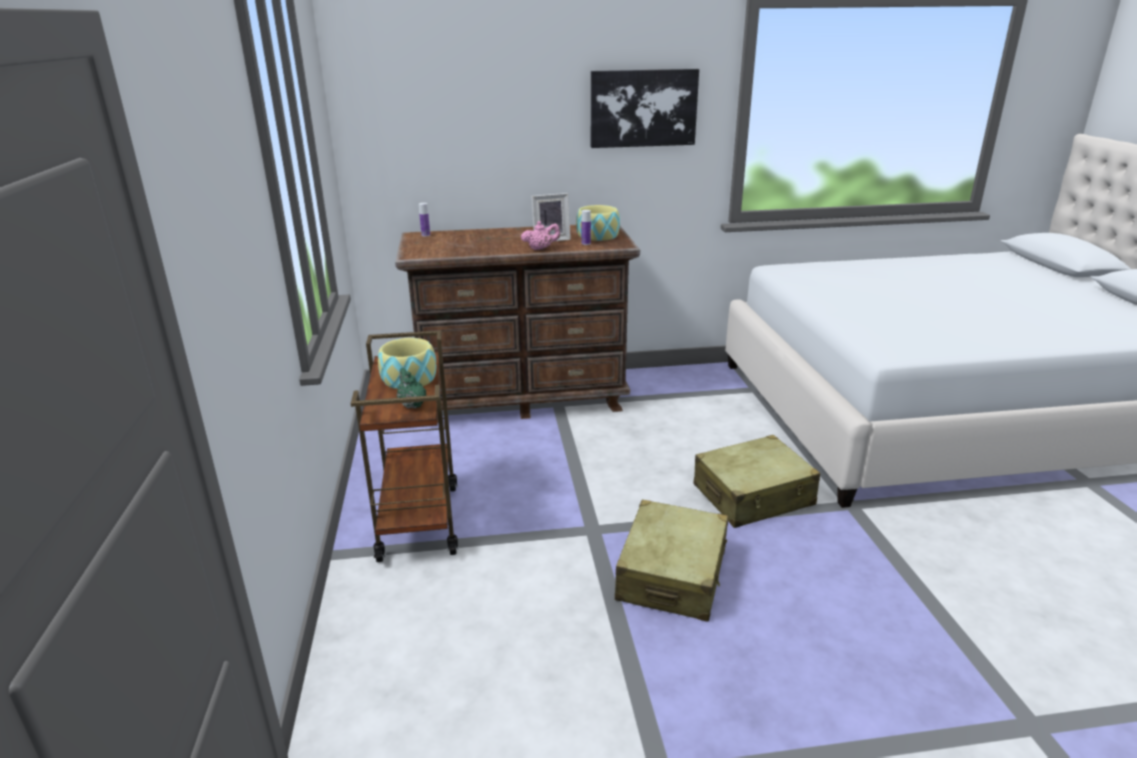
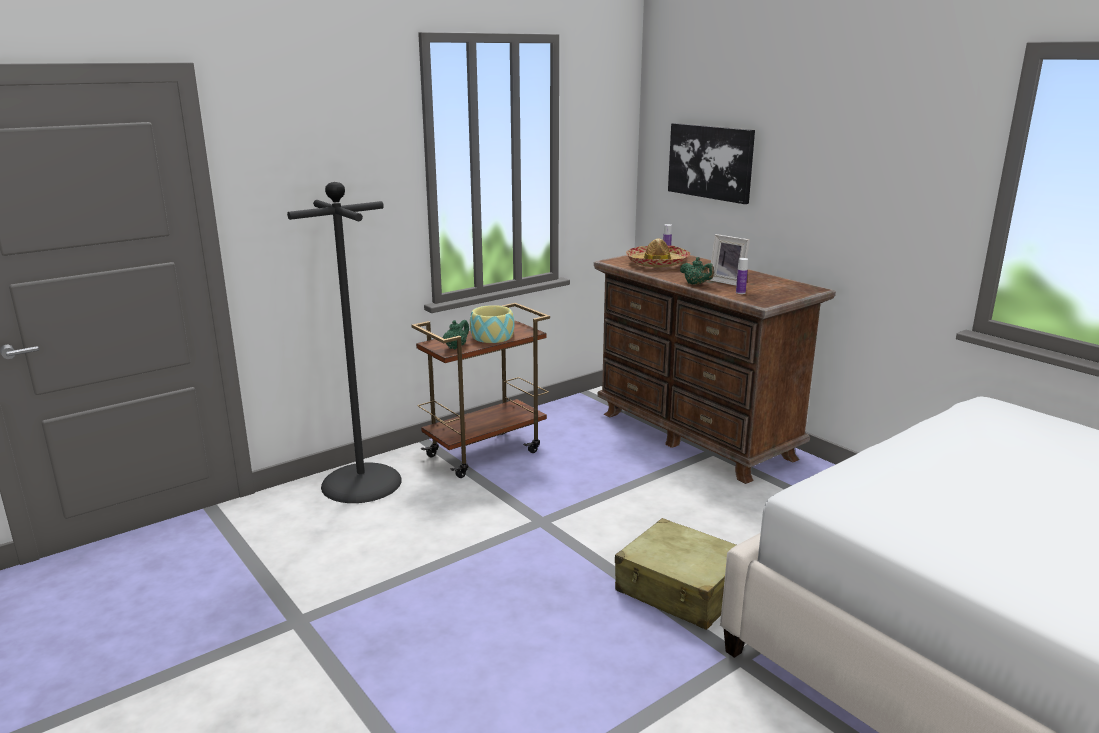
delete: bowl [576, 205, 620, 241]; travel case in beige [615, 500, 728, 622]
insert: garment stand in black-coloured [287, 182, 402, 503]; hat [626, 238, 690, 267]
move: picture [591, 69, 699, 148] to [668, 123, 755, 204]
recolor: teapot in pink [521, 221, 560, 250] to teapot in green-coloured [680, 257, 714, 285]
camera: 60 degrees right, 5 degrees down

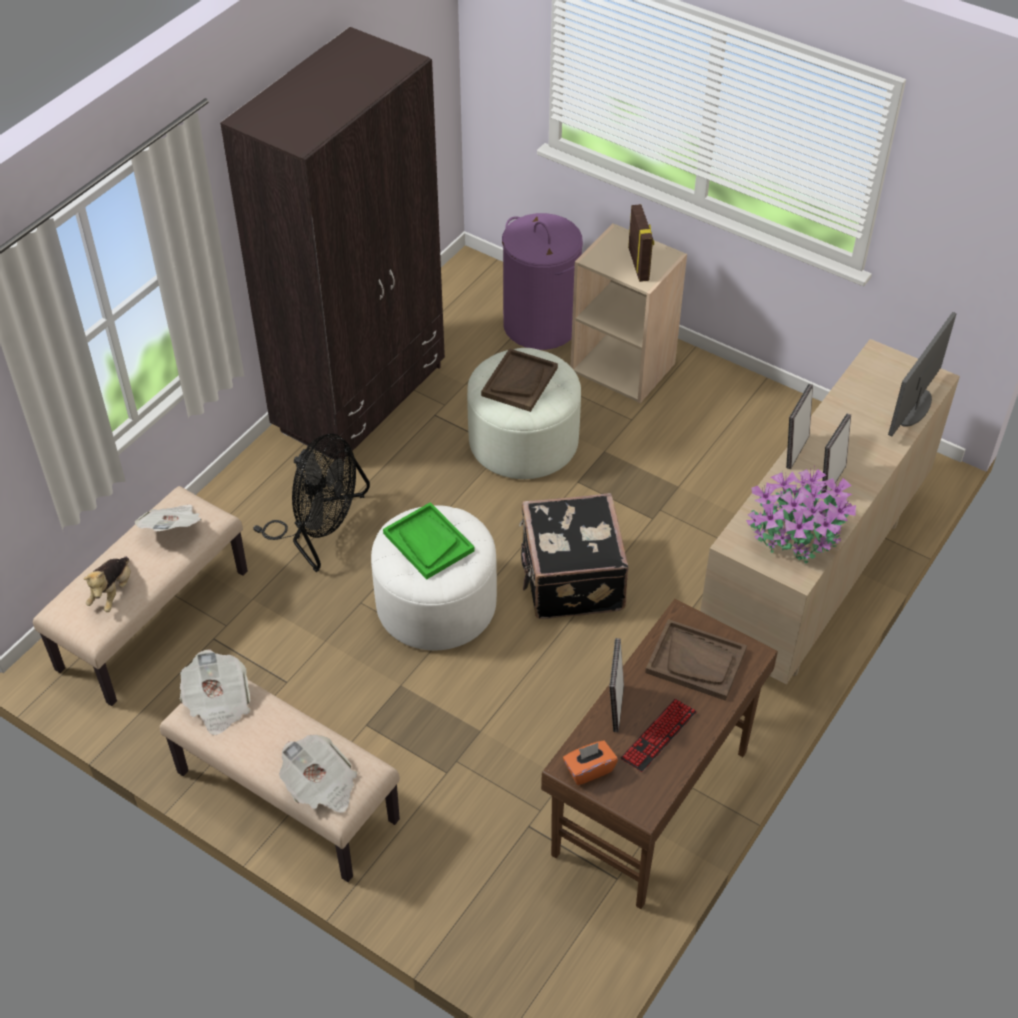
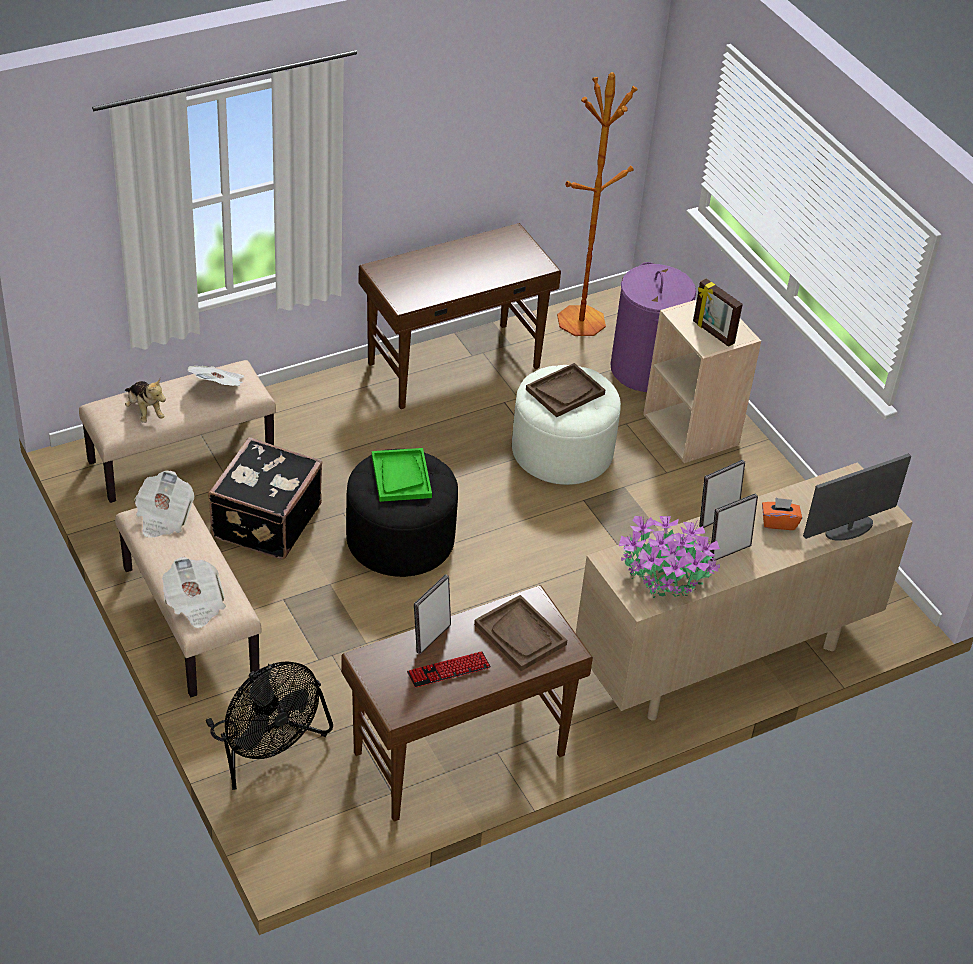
insert: garment stand in orange-coloured [557, 72, 638, 336]
move: fan in black-coloured [253, 433, 370, 572] to [206, 662, 333, 790]; travel case in black-coloured [519, 493, 629, 619] to [208, 437, 322, 559]; tissue box in orange-coloured [563, 740, 618, 785] to [762, 498, 802, 530]
replace: armoire in brown-coloured [220, 27, 445, 463] to hall table in brown-coloured [358, 223, 561, 409]
recolor: ottoman in whitish [371, 505, 497, 650] to ottoman in black-coloured [346, 449, 458, 577]
rotate: soft toy [83, 556, 131, 612] = [125, 379, 166, 423] 75 degrees counterclockwise; standing frame [628, 204, 654, 282] = [693, 279, 743, 347] 120 degrees clockwise
camera: 25 degrees right, 5 degrees down

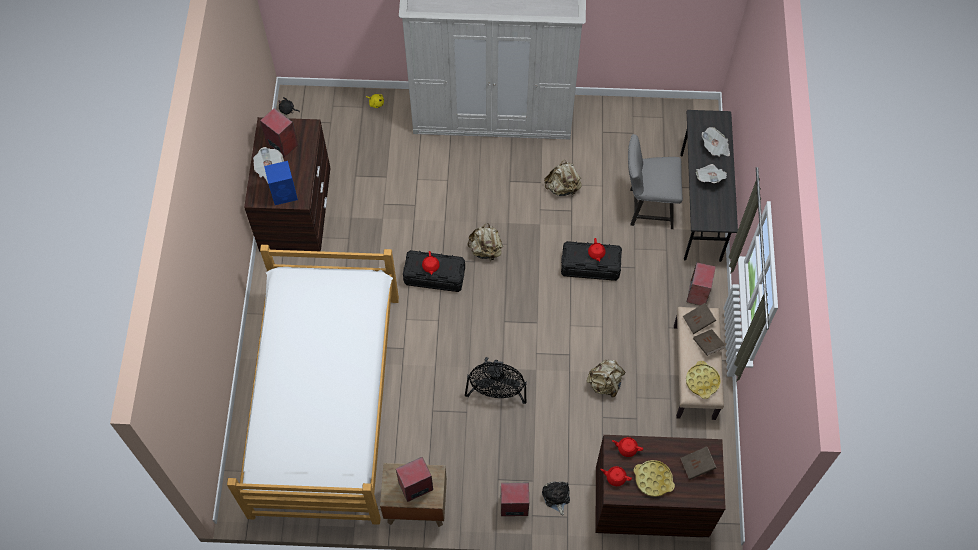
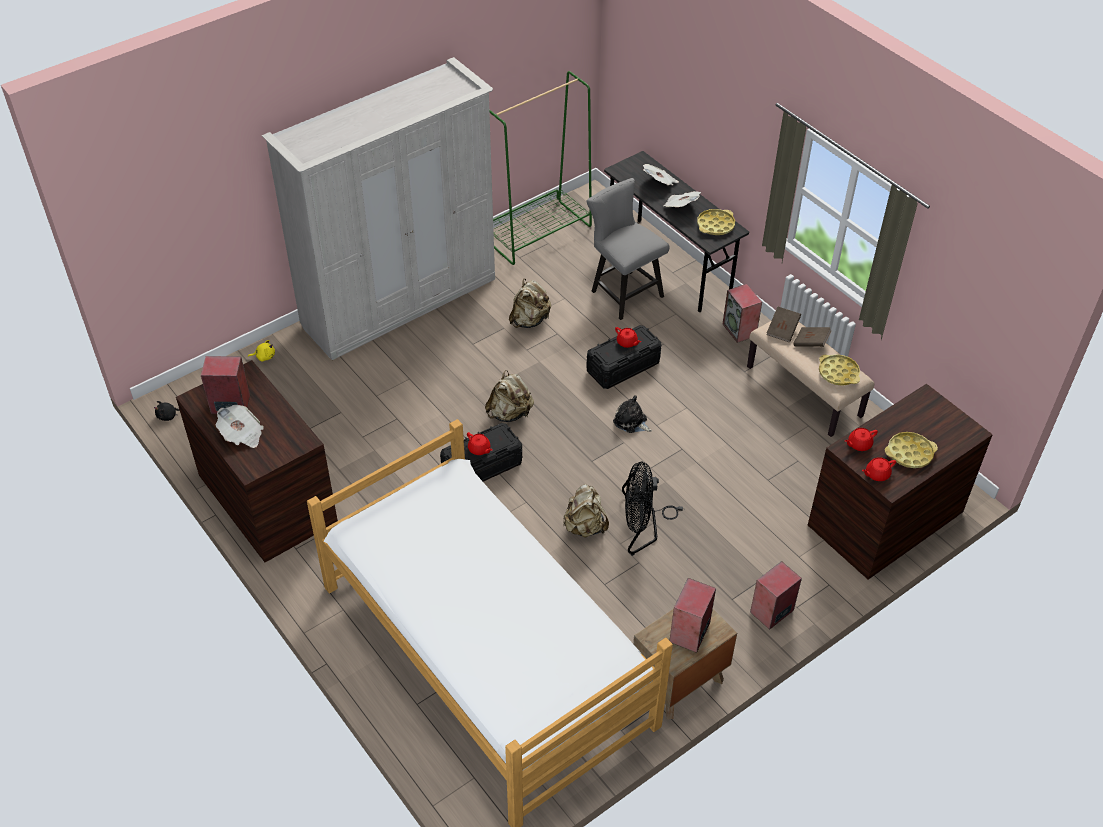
delete: loudspeaker in blue [264, 161, 298, 205]; book in brown-coloured [681, 446, 716, 480]
insert: garment stand in green-coloured [489, 71, 592, 265]; serving tray in yellow-coloured [697, 209, 735, 235]
move: soft toy [542, 482, 570, 515] to [613, 395, 652, 433]; backpack in beige [587, 360, 626, 397] to [563, 484, 609, 538]
rotate: fan in black-coloured [465, 357, 527, 404] = [622, 461, 684, 556] 120 degrees clockwise; chair in greyish [628, 134, 683, 229] = [586, 178, 669, 320] 90 degrees clockwise
camera: 40 degrees left, 15 degrees down

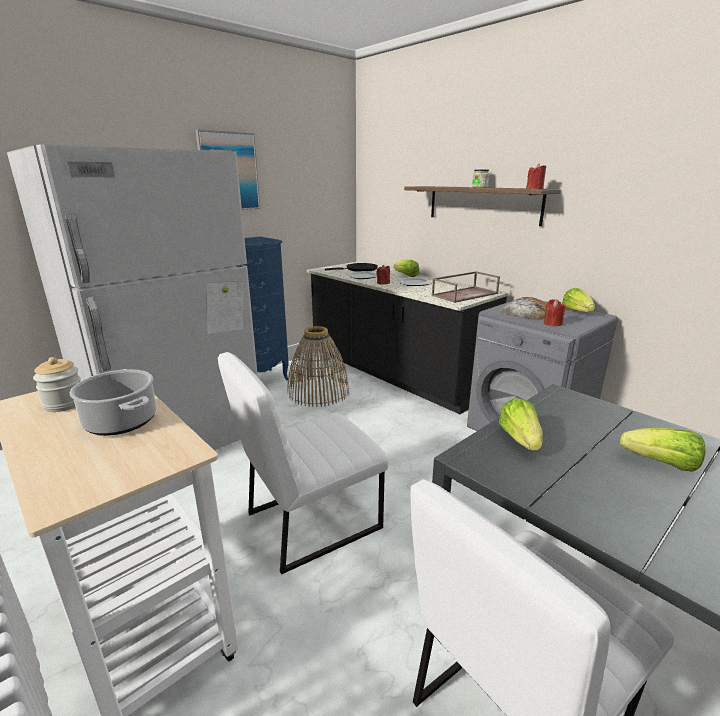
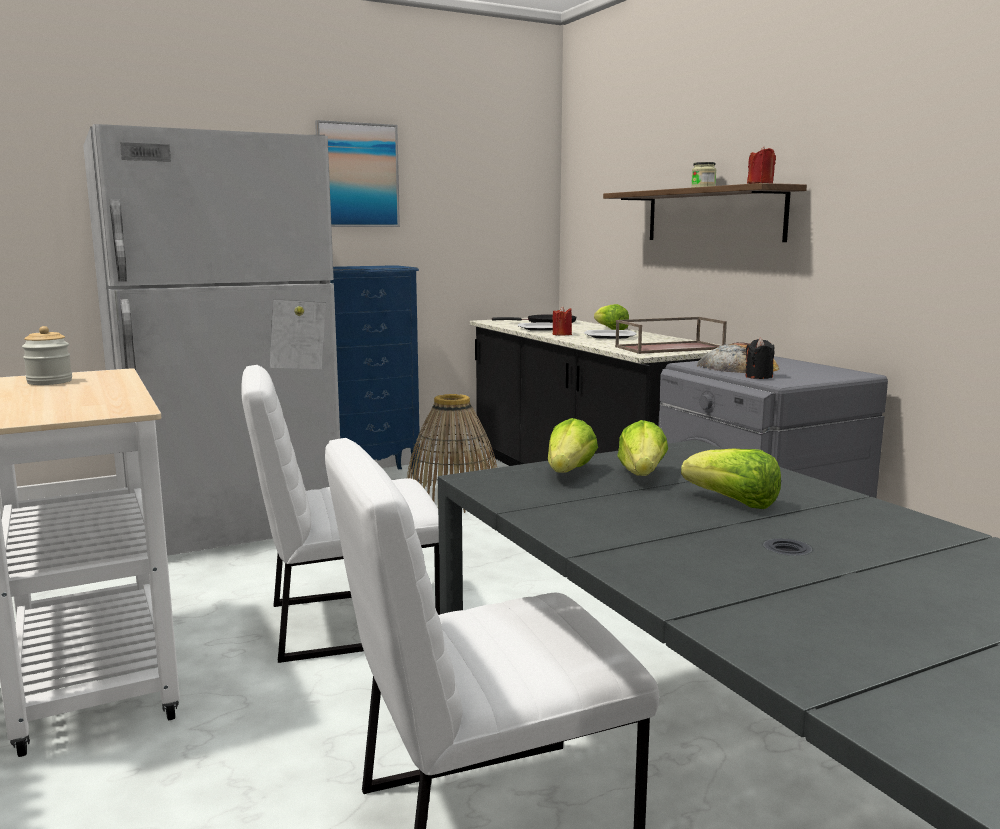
delete: cooking pot [70, 369, 157, 436]
move: lettuce head [562, 288, 595, 312] to [617, 420, 668, 476]
recolor: candle in red-coloured [544, 299, 565, 326] to candle in black-coloured [745, 338, 774, 379]
camera: 15 degrees right, 10 degrees down

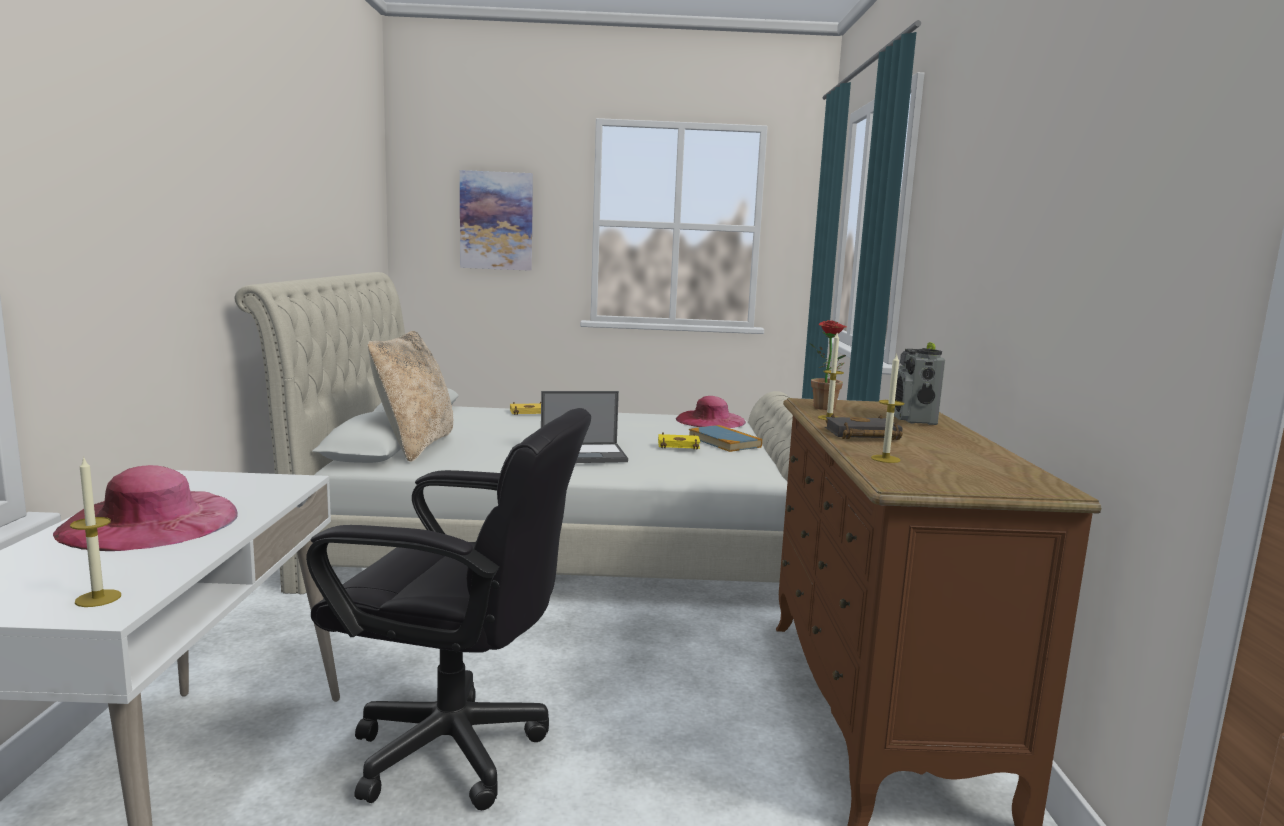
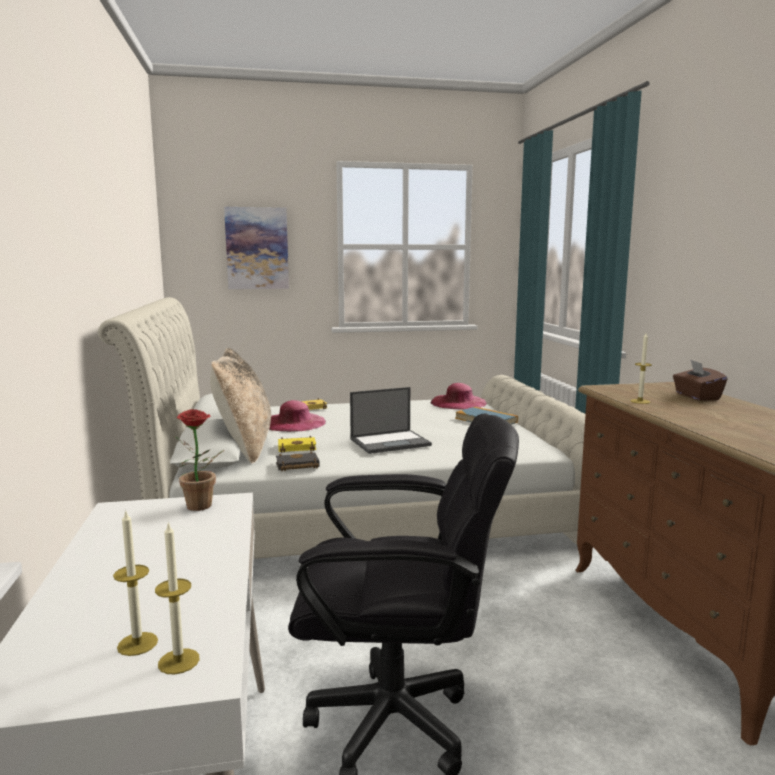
move: hat in pink [53, 465, 238, 551] to [269, 400, 326, 432]; book in yellow-coloured [658, 433, 700, 450] to [278, 435, 316, 453]; potted plant [810, 320, 847, 410] to [174, 409, 224, 511]; book in black-coloured [825, 414, 903, 440] to [276, 451, 320, 471]; candle [871, 354, 904, 463] to [113, 510, 158, 656]
replace: radio [894, 342, 945, 425] to tissue box in brown-coloured [673, 360, 727, 401]
camera: 10 degrees left, 0 degrees up

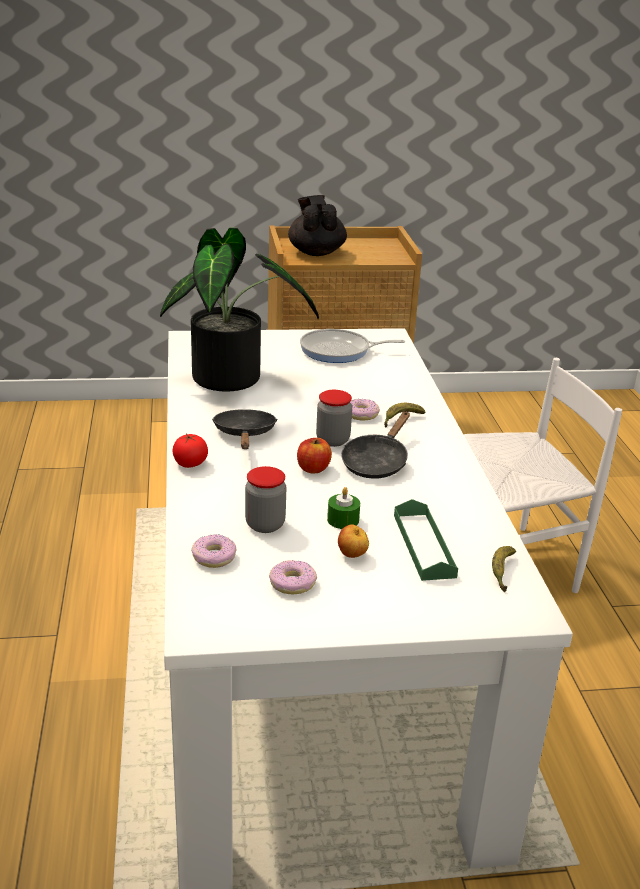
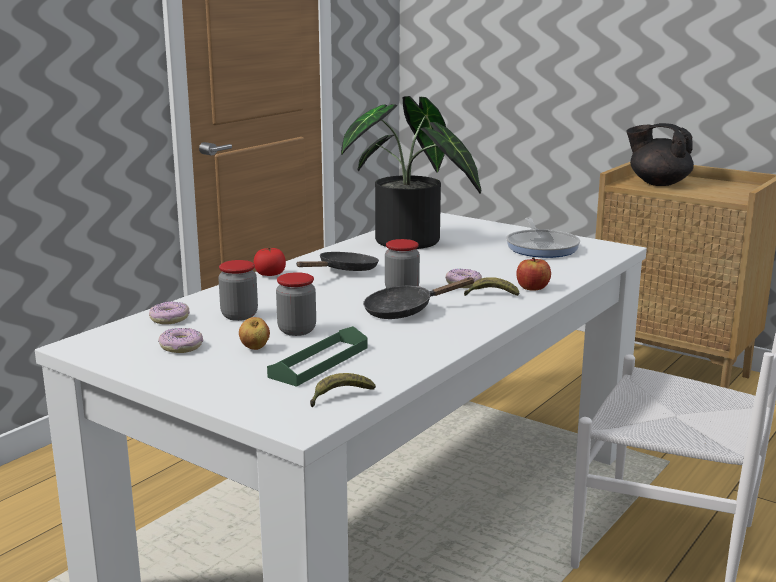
move: apple [297, 438, 332, 473] to [516, 257, 551, 291]
replace: candle in green-coloured [327, 487, 360, 529] to storage jar [276, 272, 316, 336]
rotate: teapot in black-coloured [288, 195, 347, 256] = [626, 123, 694, 186] 90 degrees counterclockwise; frying pan [300, 329, 405, 363] = [506, 218, 580, 258] 135 degrees counterclockwise
camera: 45 degrees right, 10 degrees down

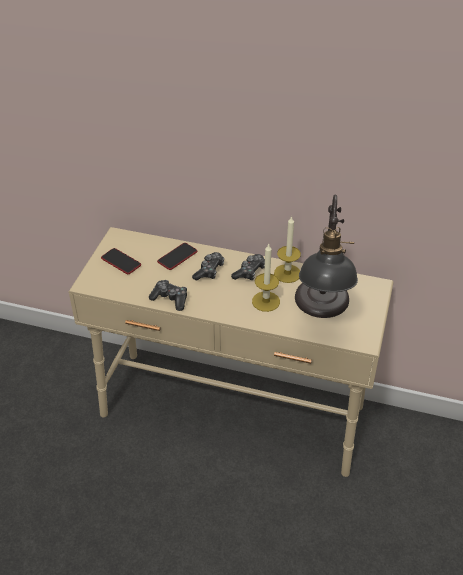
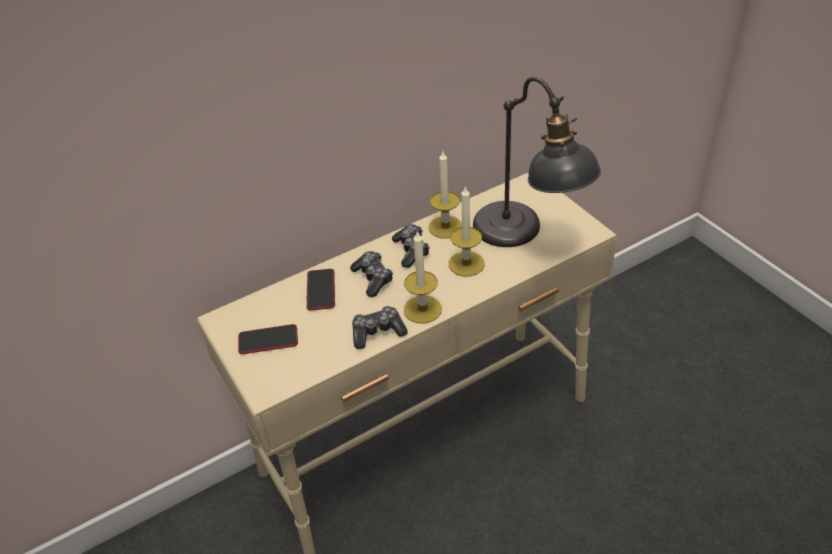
insert: candle [404, 231, 442, 323]
camera: 45 degrees left, 0 degrees up

